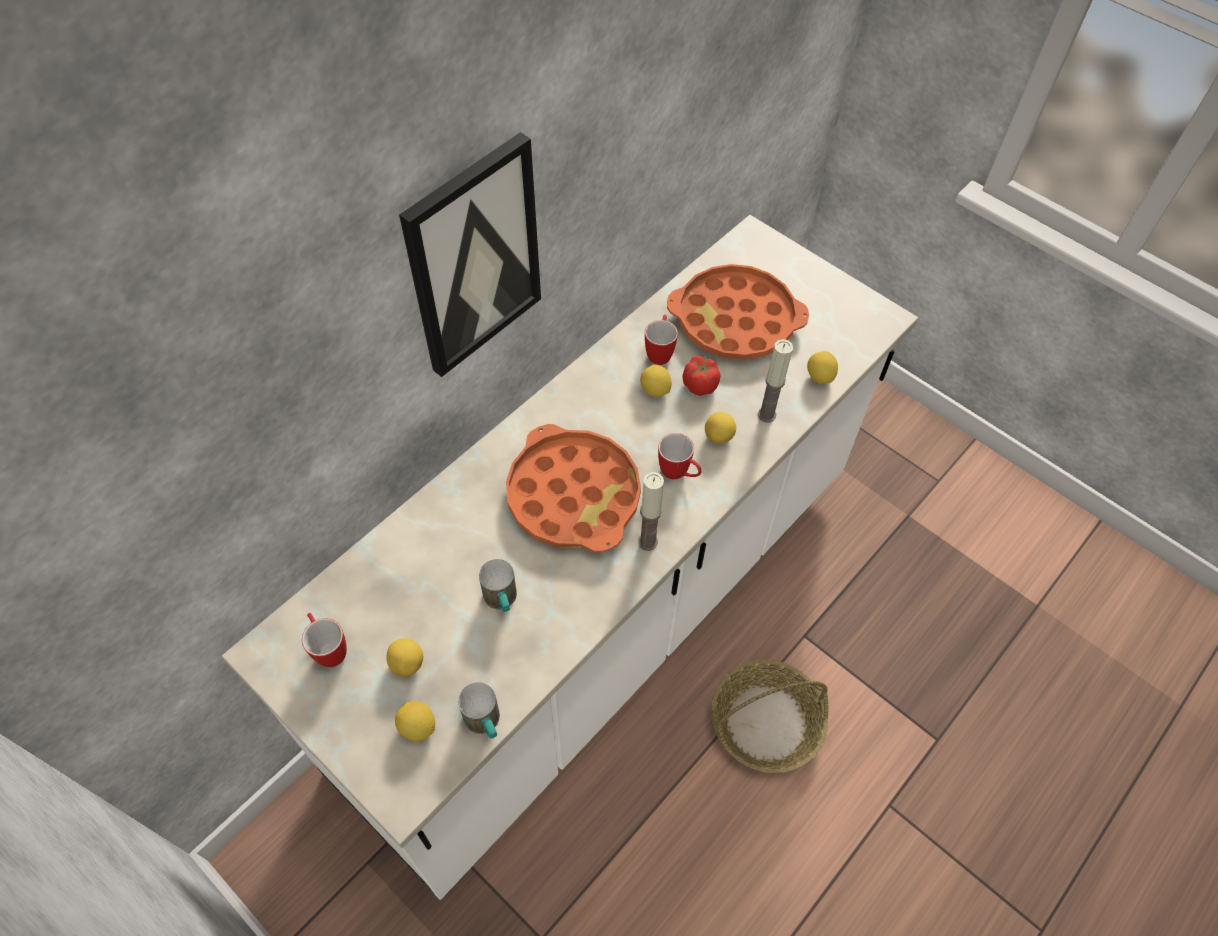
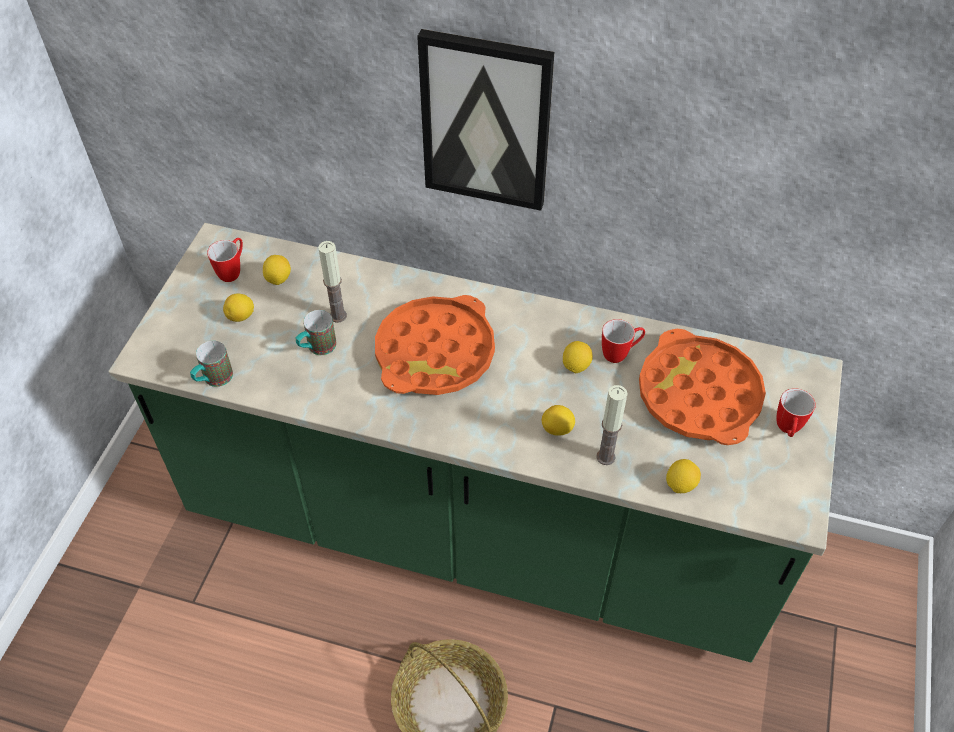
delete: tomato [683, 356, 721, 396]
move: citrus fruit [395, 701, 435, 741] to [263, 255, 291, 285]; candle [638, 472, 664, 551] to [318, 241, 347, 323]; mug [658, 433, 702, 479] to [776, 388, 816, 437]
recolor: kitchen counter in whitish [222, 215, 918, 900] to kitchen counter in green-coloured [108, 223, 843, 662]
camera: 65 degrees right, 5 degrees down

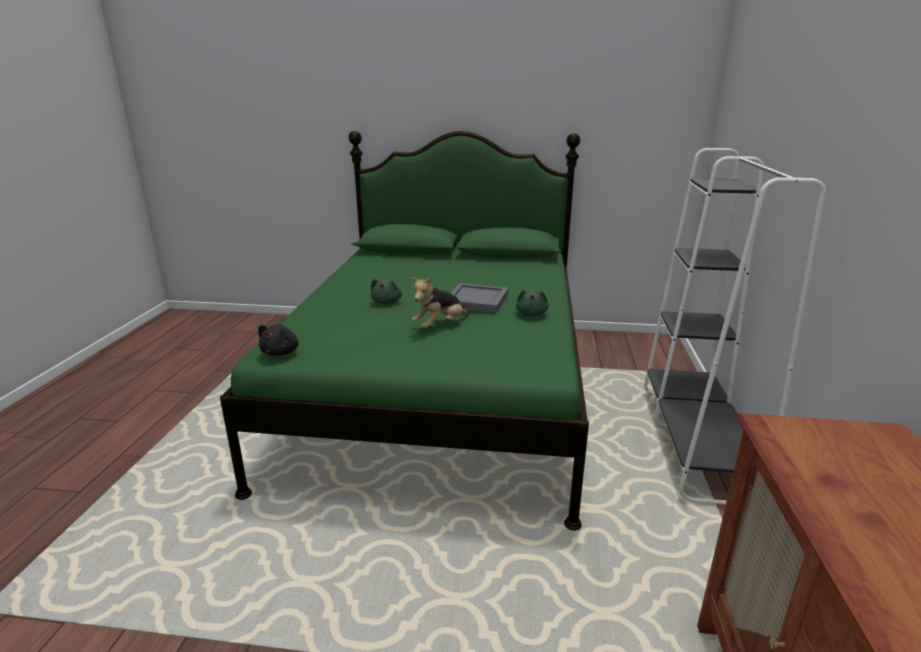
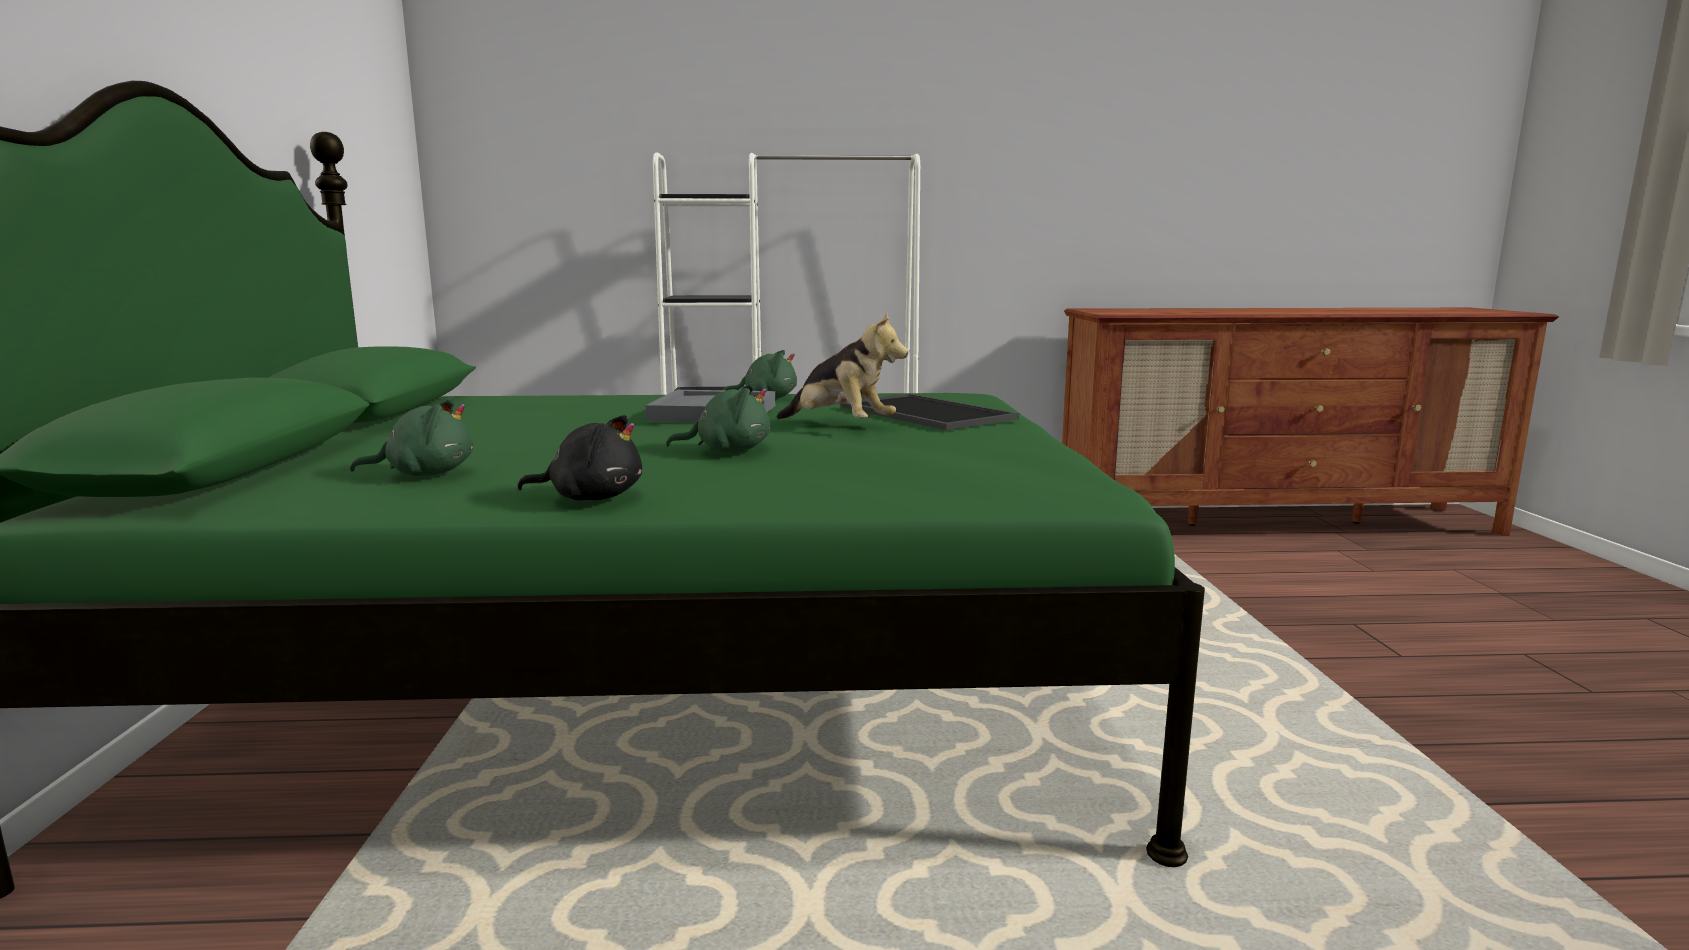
insert: soft toy in green-coloured [350, 398, 473, 476]; serving tray [840, 394, 1019, 430]
move: soft toy in black-coloured [258, 325, 299, 356] to [517, 415, 642, 500]
camera: 100 degrees left, 10 degrees down

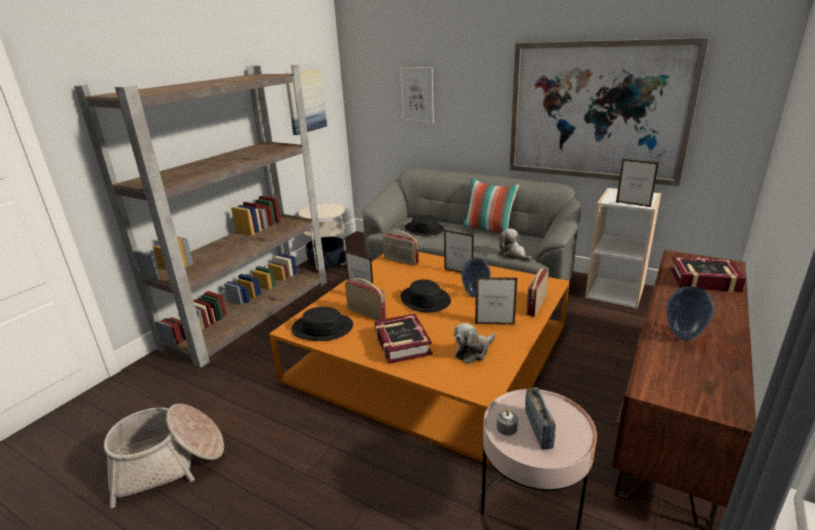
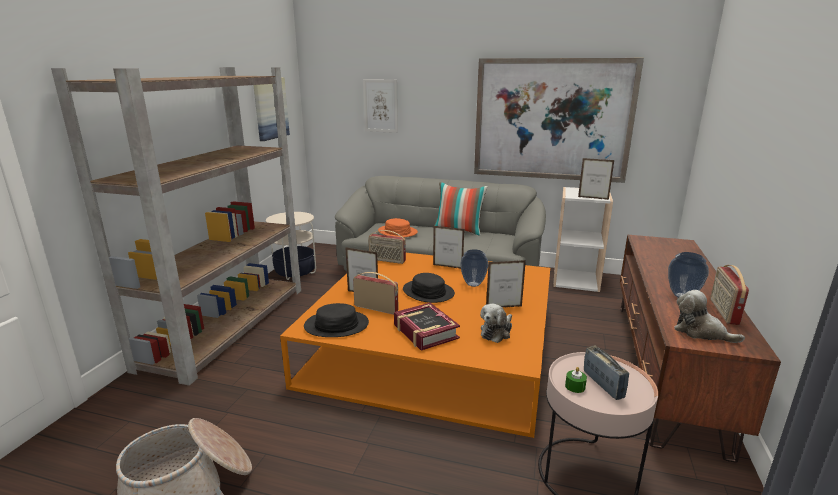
delete: book [669, 256, 746, 293]
move: soft toy [499, 228, 531, 261] to [674, 290, 745, 343]; radio [526, 268, 549, 317] to [710, 265, 749, 325]
recolor: hat in black-coloured [405, 215, 444, 236] to hat in orange-coloured [378, 218, 418, 237]; candle in greyish [497, 409, 518, 436] to candle in green-coloured [565, 367, 587, 393]
camera: 15 degrees left, 5 degrees down

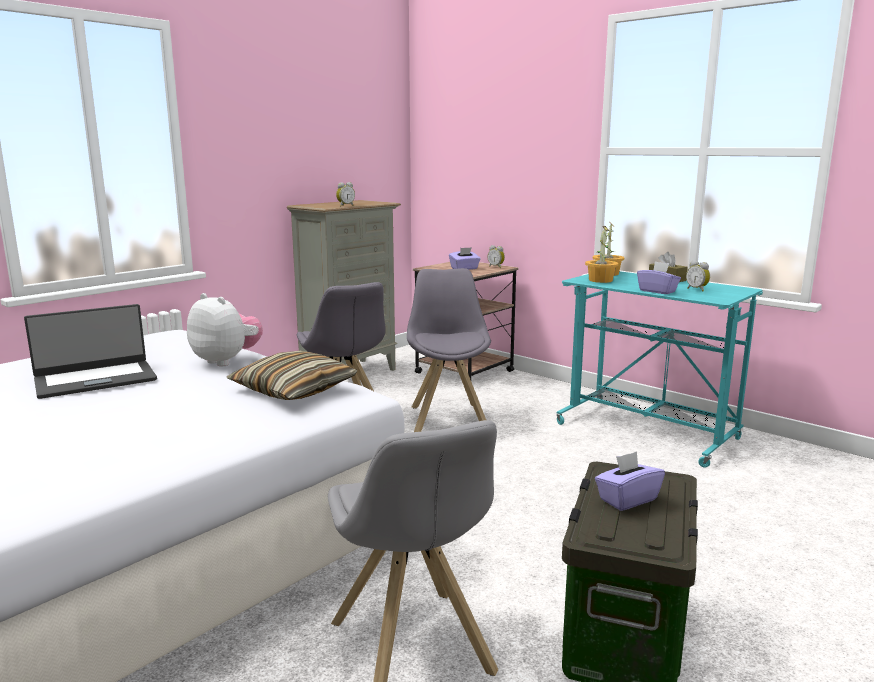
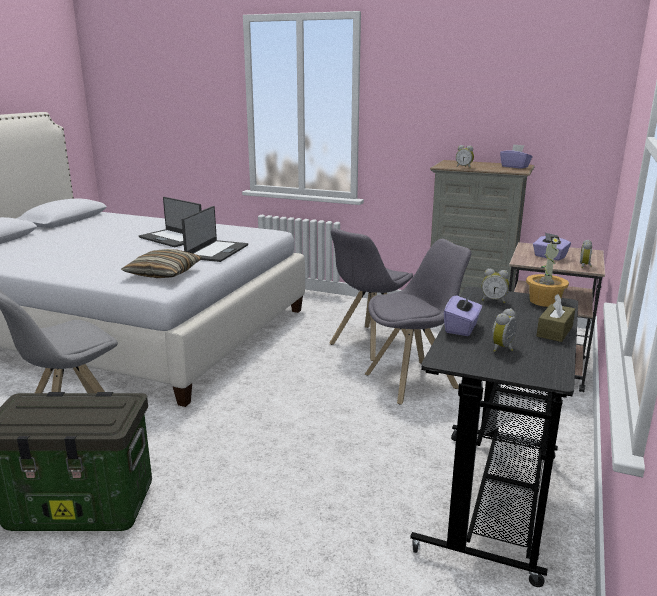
move: tissue box in purple [595, 451, 665, 511] to [500, 144, 533, 169]
replace: soft toy [187, 293, 263, 366] to laptop [182, 206, 248, 262]; potted plant [585, 226, 619, 283] to table clock [482, 269, 509, 303]
recolor: desk table in turquoise [557, 271, 763, 468] to desk table in black-coloured [410, 286, 578, 587]
camera: 70 degrees right, 5 degrees up

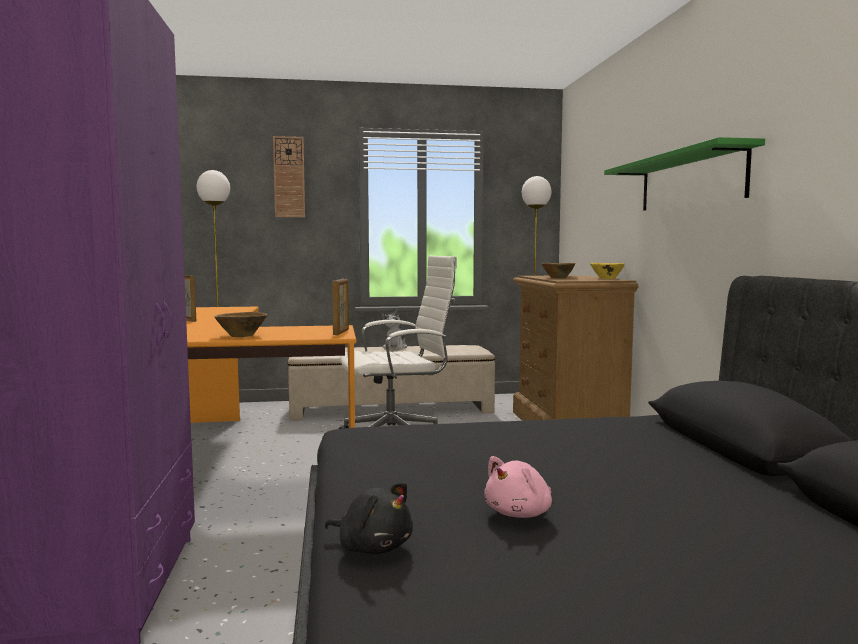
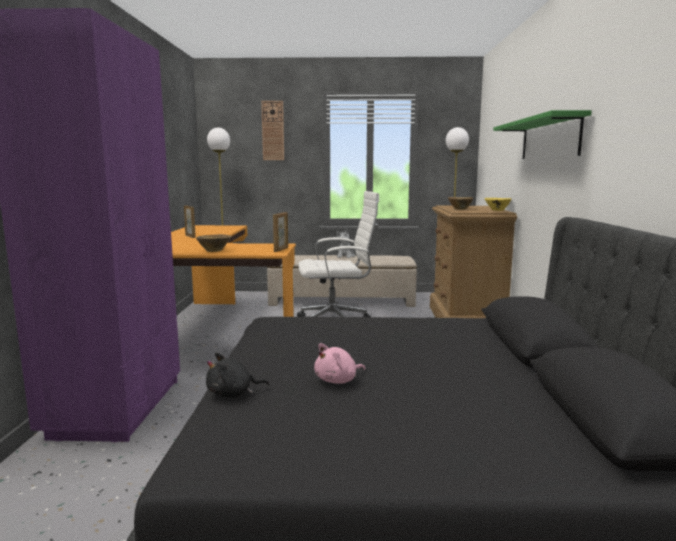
rotate: soft toy in black-coloured [325, 482, 413, 554] = [206, 353, 270, 398] 120 degrees clockwise
camera: 10 degrees right, 5 degrees up

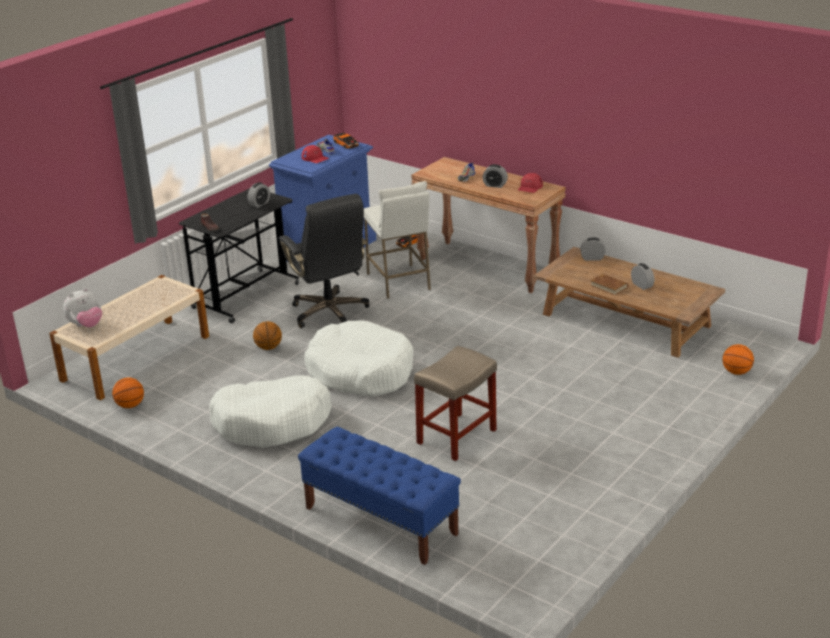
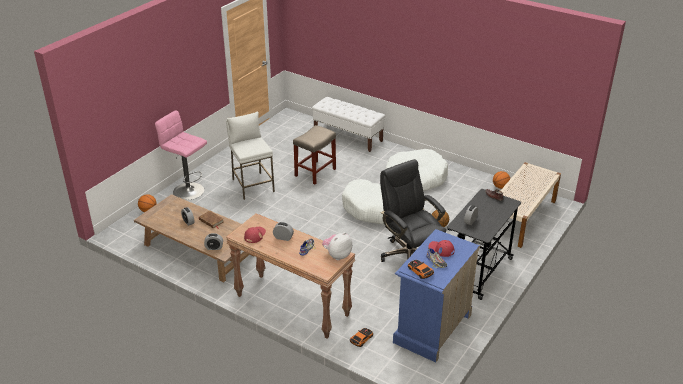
insert: sitting stool in pink [155, 111, 207, 200]
move: soft toy [63, 288, 102, 328] to [322, 232, 352, 260]; sitting stool in whitish [364, 181, 431, 299] to [226, 111, 275, 200]
recolor: bench in blue [298, 427, 461, 565] to bench in whitish [312, 97, 385, 152]
camera: 175 degrees right, 5 degrees up

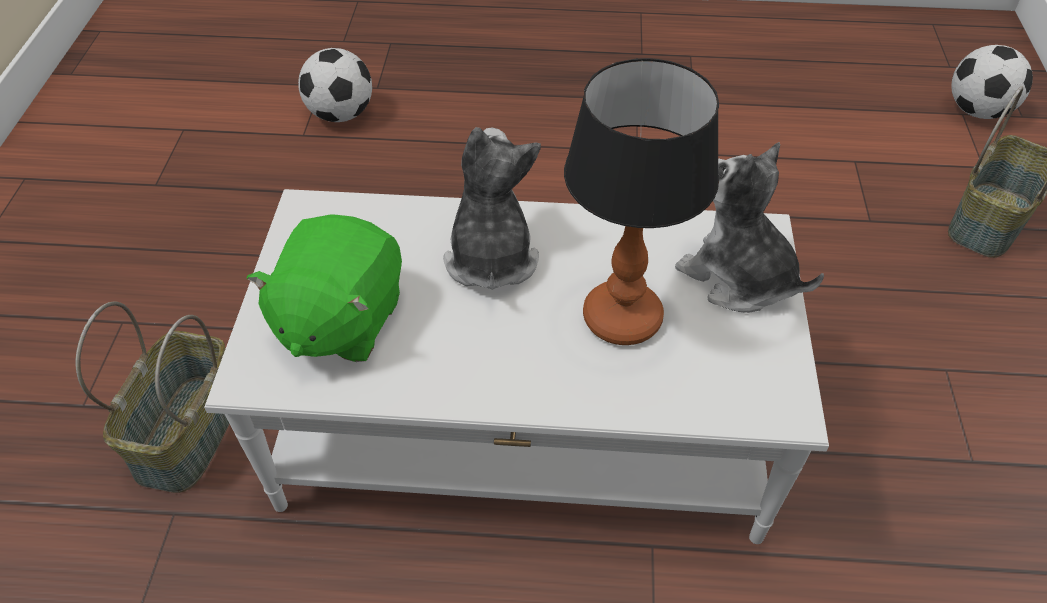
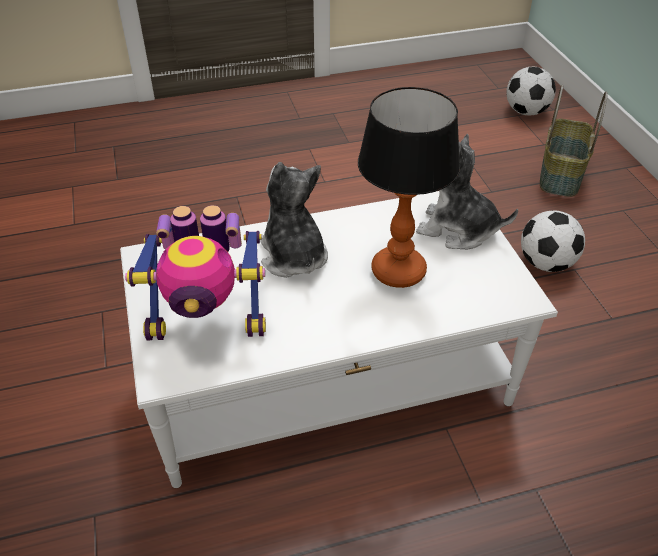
delete: basket [76, 302, 230, 493]
move: football ball [298, 48, 372, 122] to [521, 210, 585, 272]
replace: soft toy in green-coloured [247, 214, 402, 362] to model robot [125, 205, 266, 340]
camera: 20 degrees left, 5 degrees down

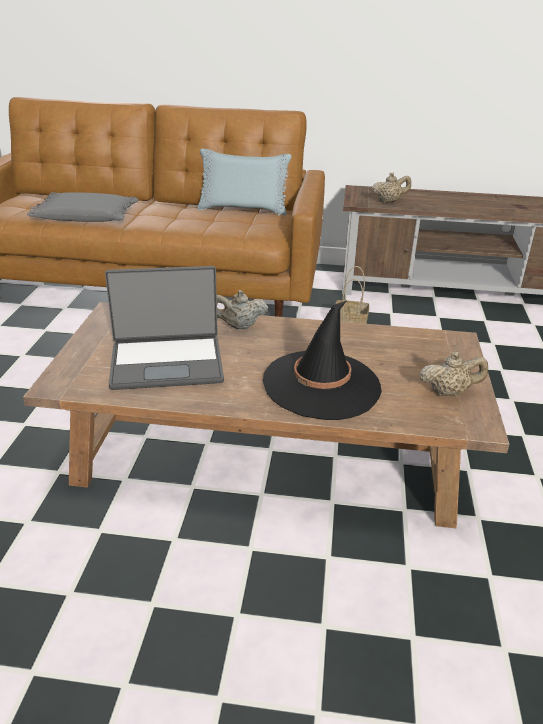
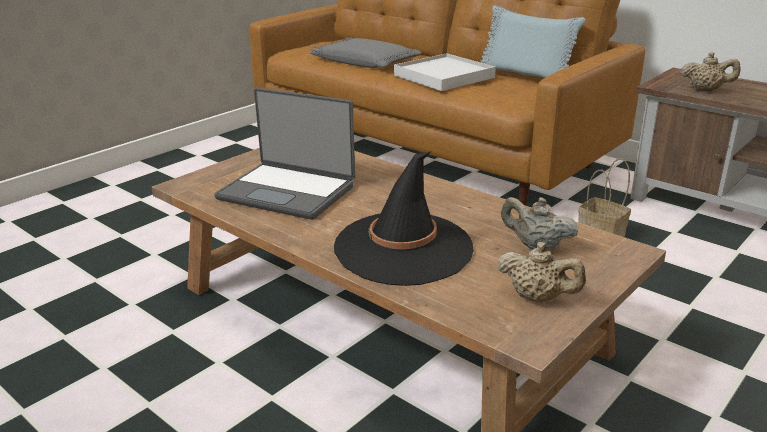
insert: serving tray in whitish [394, 53, 496, 91]
move: teapot in beige [217, 290, 268, 329] to [501, 197, 578, 250]
camera: 35 degrees right, 5 degrees down

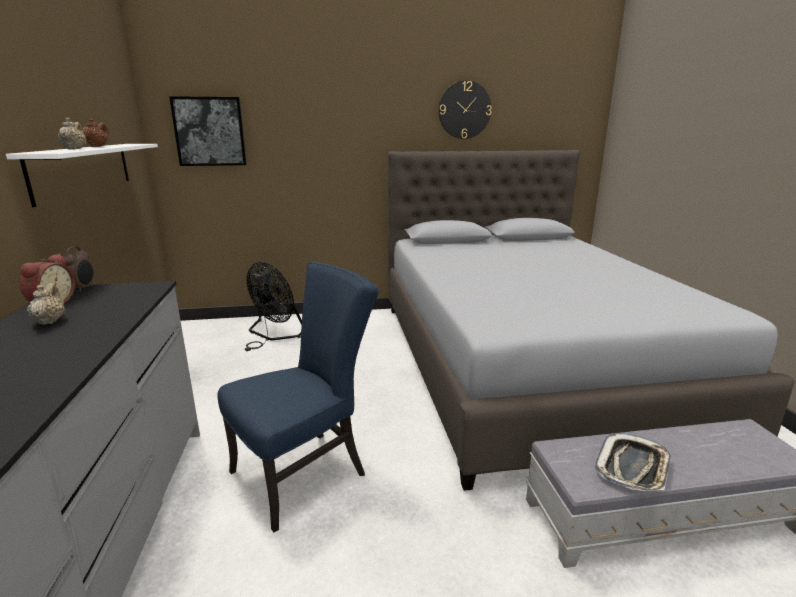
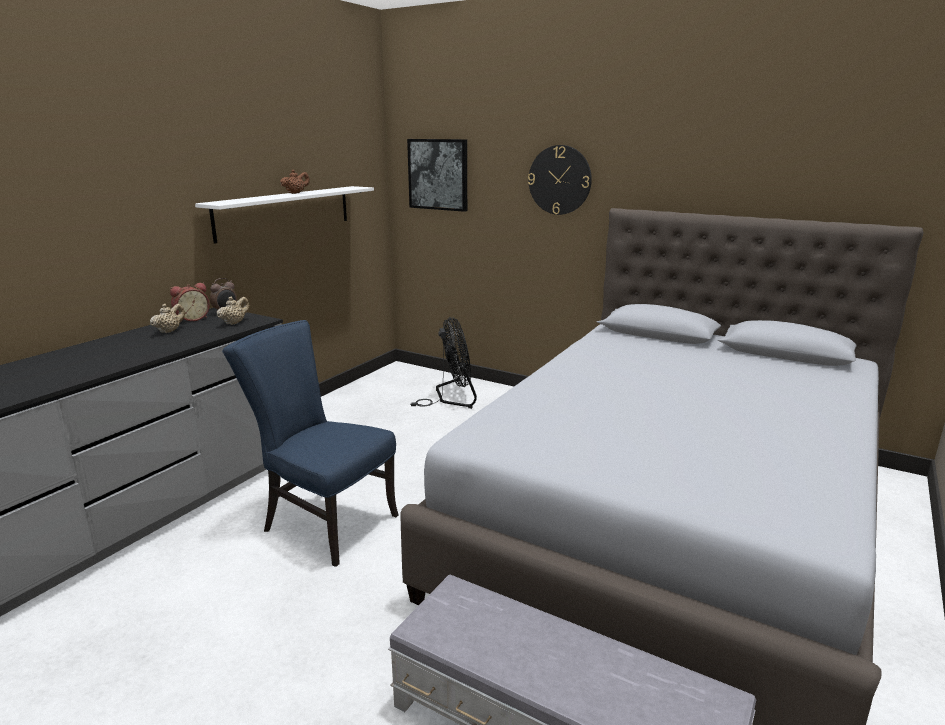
delete: serving tray [595, 433, 671, 491]
move: teapot in beige [58, 118, 87, 149] to [217, 296, 250, 325]; hanging clock [438, 80, 492, 139] to [528, 145, 592, 215]
rotate: chair in blue [217, 262, 380, 532] = [222, 320, 399, 567] 150 degrees counterclockwise
camera: 40 degrees right, 0 degrees up

